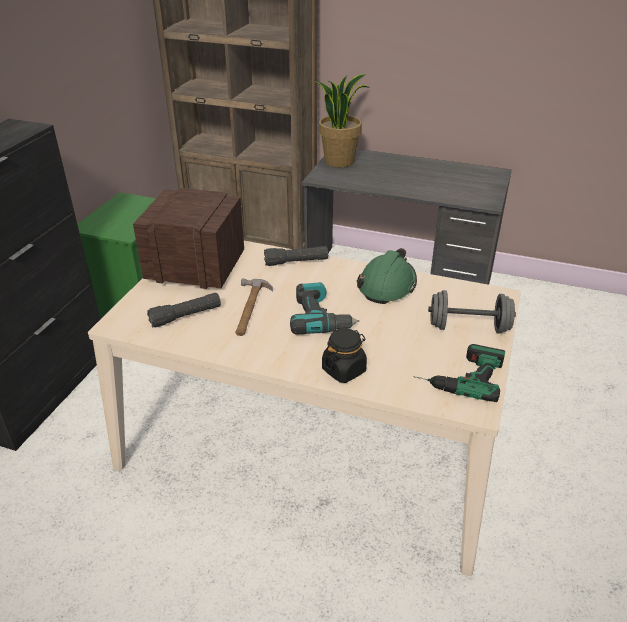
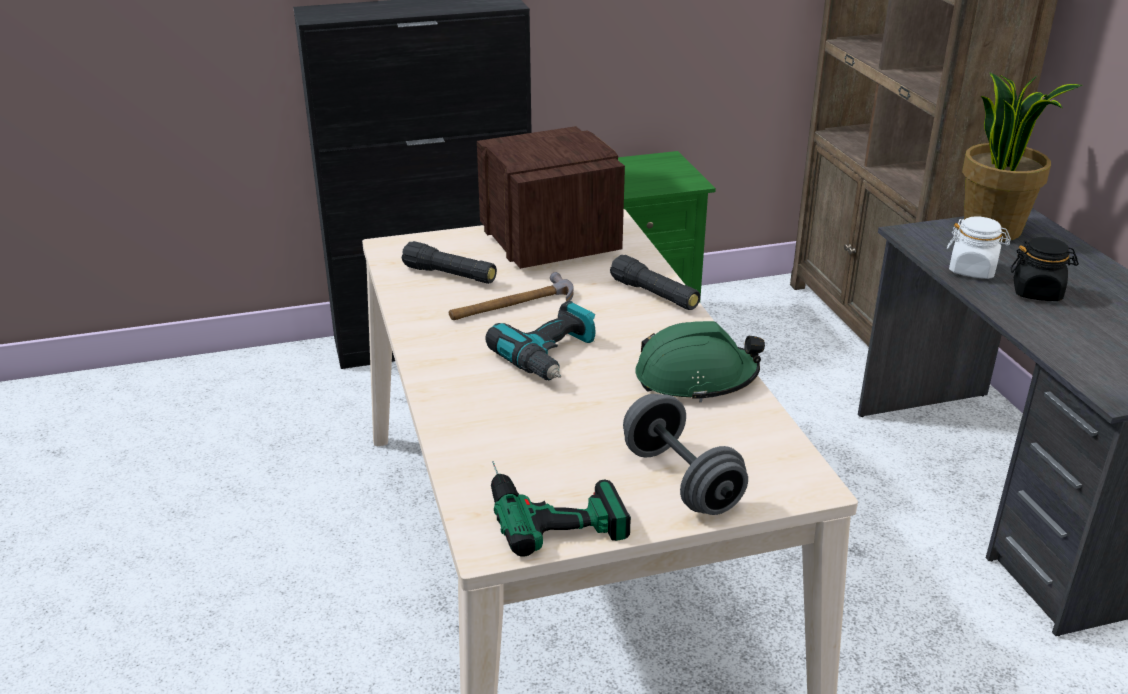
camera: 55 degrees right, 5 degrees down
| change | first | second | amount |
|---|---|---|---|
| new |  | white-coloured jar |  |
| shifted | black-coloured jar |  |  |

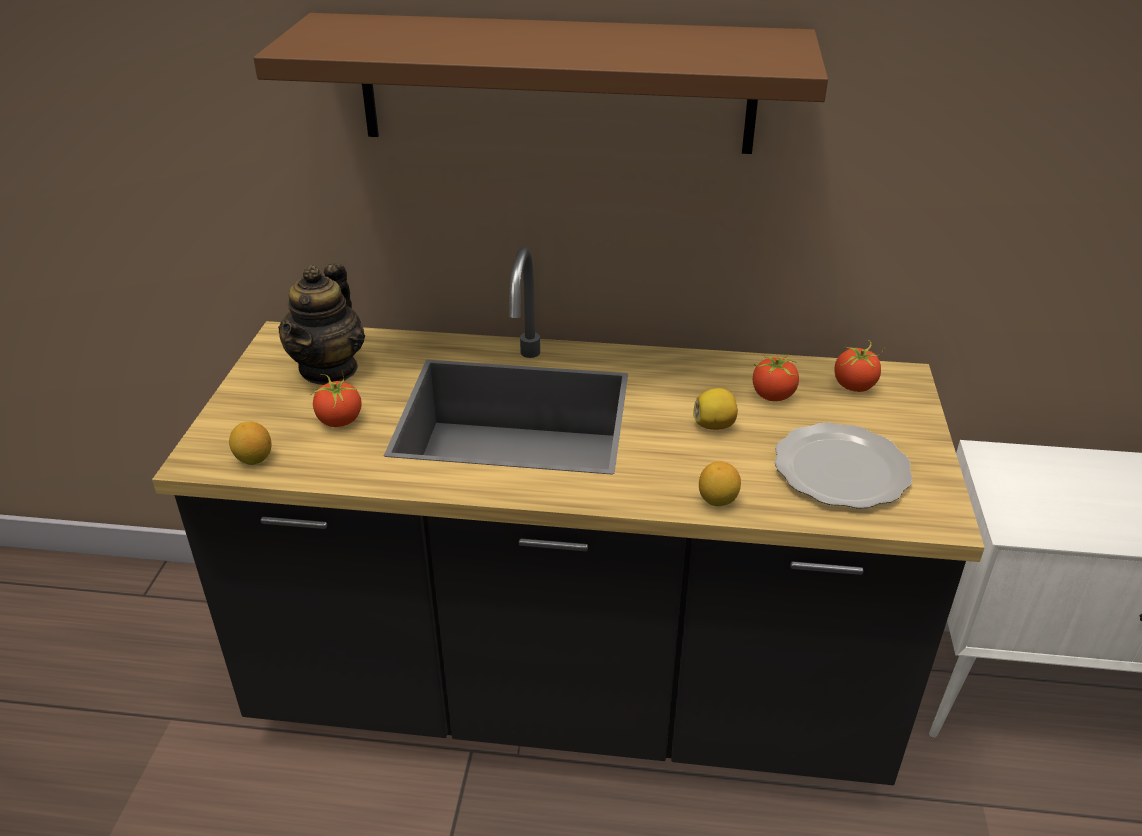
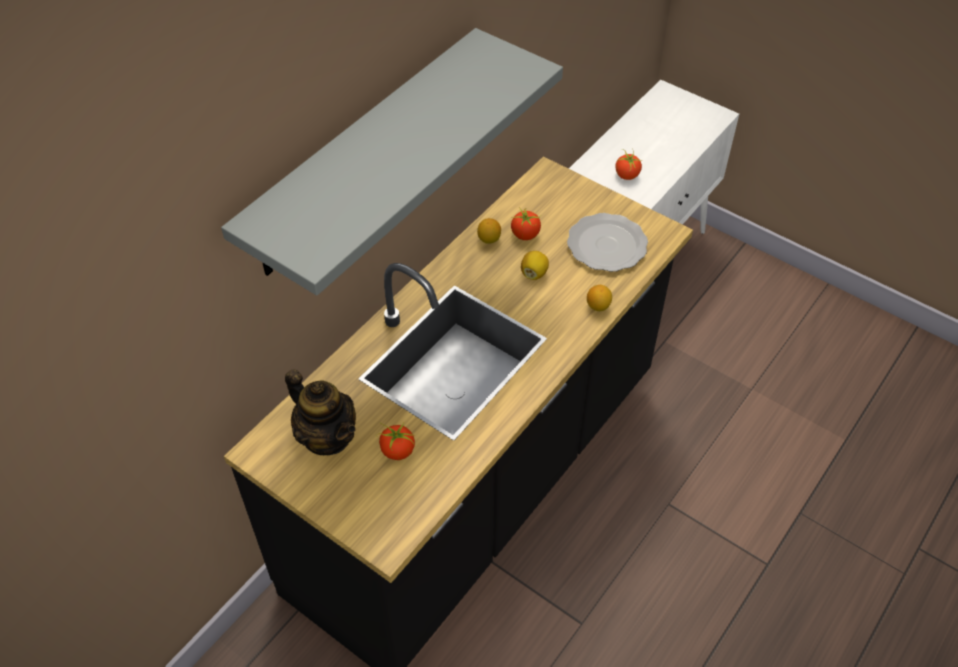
camera: 60 degrees left, 15 degrees up
| change | first | second | amount |
|---|---|---|---|
| repainted | brownish shelf | grey shelf |  |
| shifted | lemon (no. 1 from left) |  |  |
| shifted | fresh tomato (no. 3 from left) |  |  |

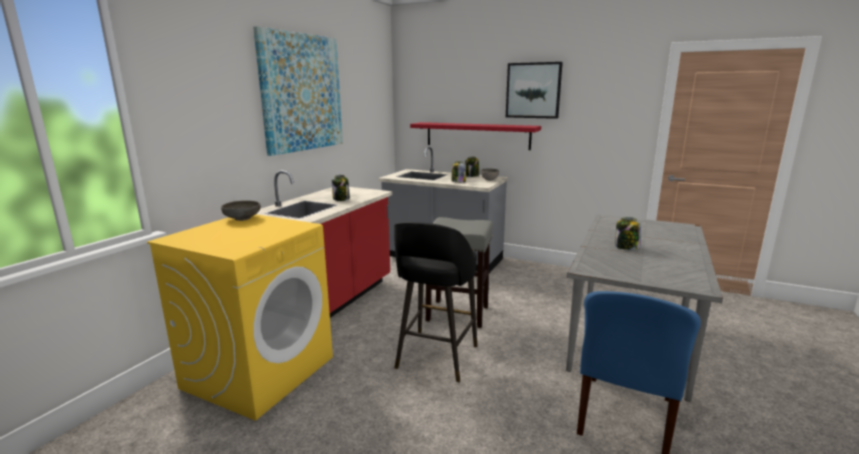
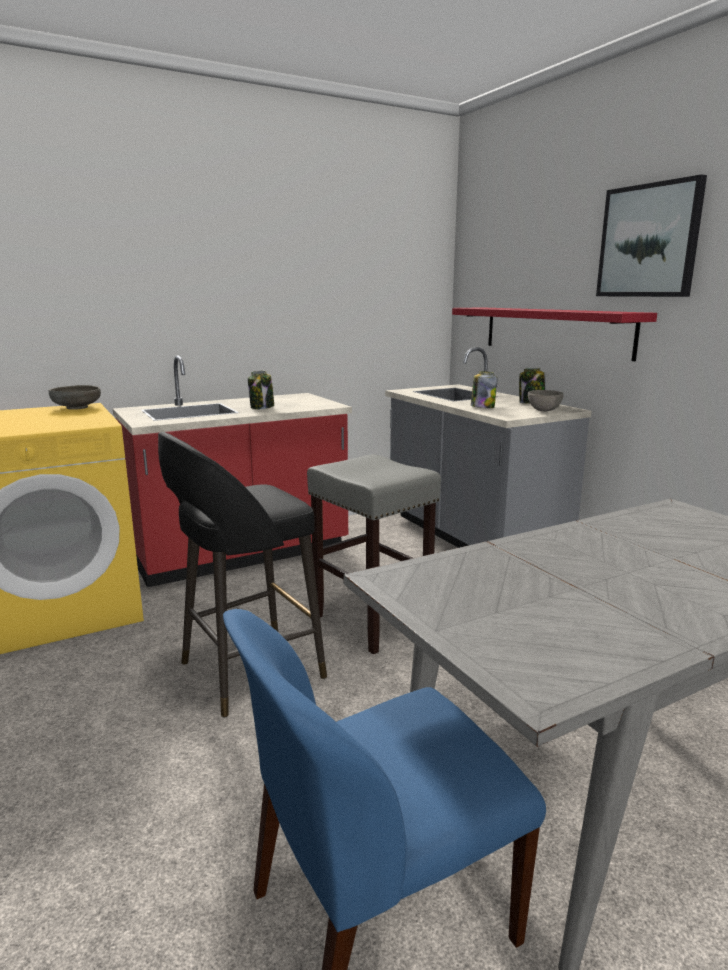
camera: 35 degrees right, 0 degrees up
| change | first | second | amount |
|---|---|---|---|
| gone | wall art (no. 1 from left) |  |  |
| gone | jar (no. 4 from left) |  |  |

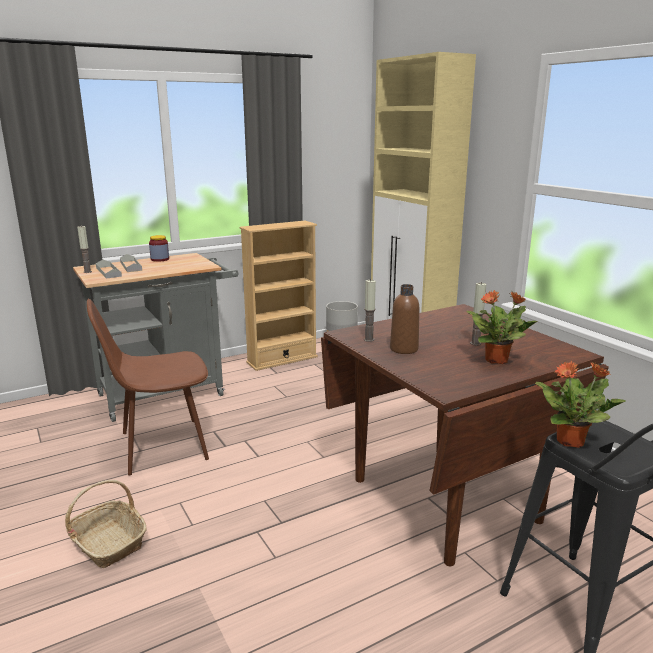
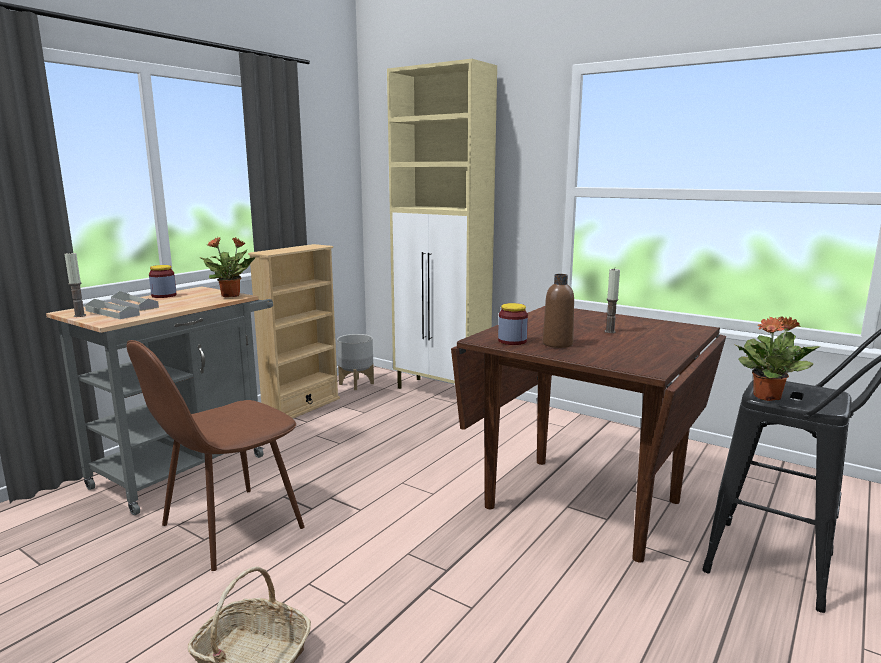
camera: 25 degrees left, 5 degrees down
| change | first | second | amount |
|---|---|---|---|
| shifted | potted plant (no. 1 from left) |  |  |
| swapped | wax candle (no. 2 from left) | jar (no. 2 from left) |  |

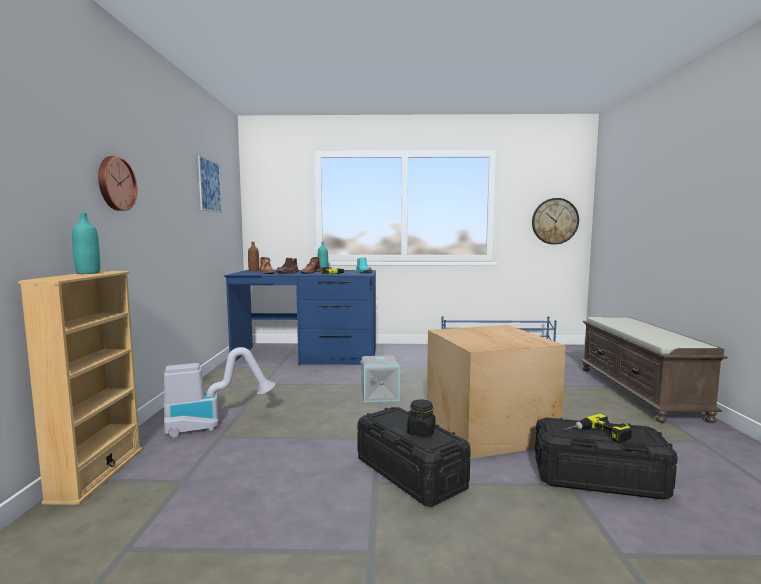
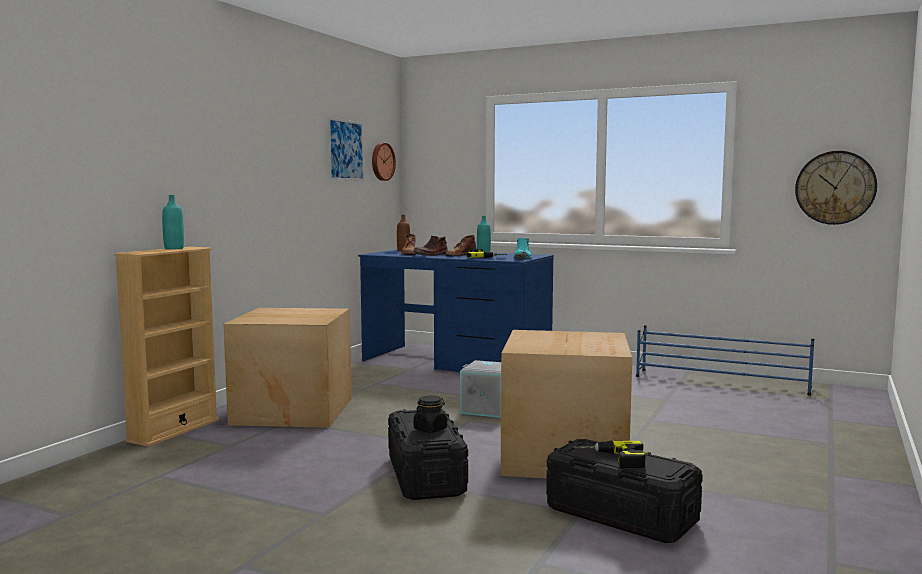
camera: 25 degrees right, 0 degrees up
| change | first | second | amount |
|---|---|---|---|
| swapped | vacuum cleaner | carton (no. 1 from left) |  |
| shifted | hanging clock (no. 1 from left) |  |  |
| gone | brownish long seat |  |  |

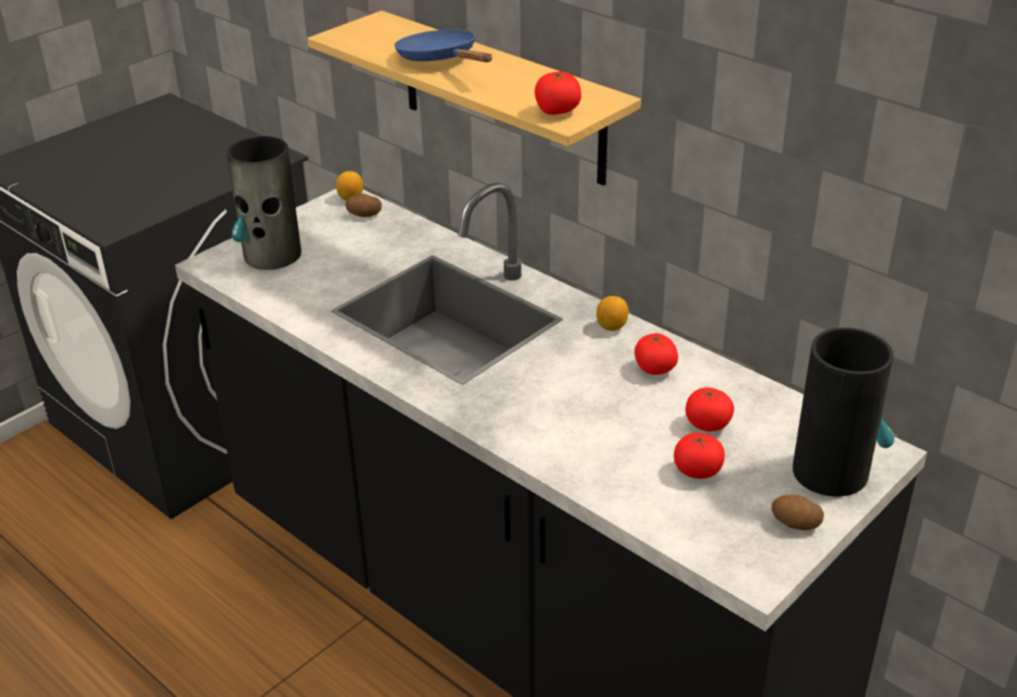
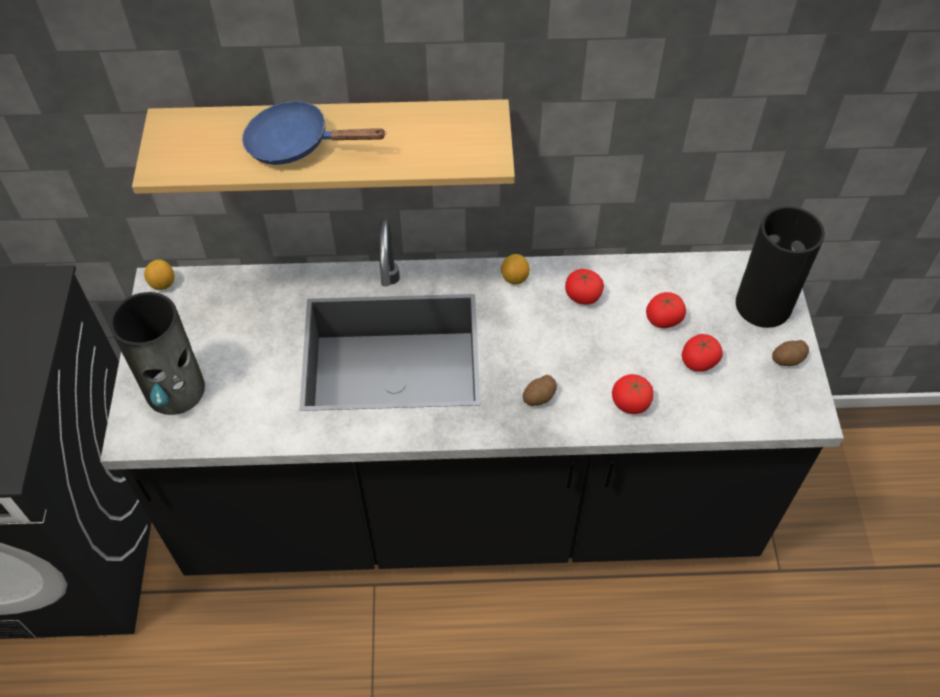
camera: 45 degrees left, 20 degrees up
| change | first | second | amount |
|---|---|---|---|
| shifted | spud (no. 1 from left) |  |  |
| shifted | fresh tomato (no. 1 from left in the first image) | fresh tomato (no. 2 from left) |  |

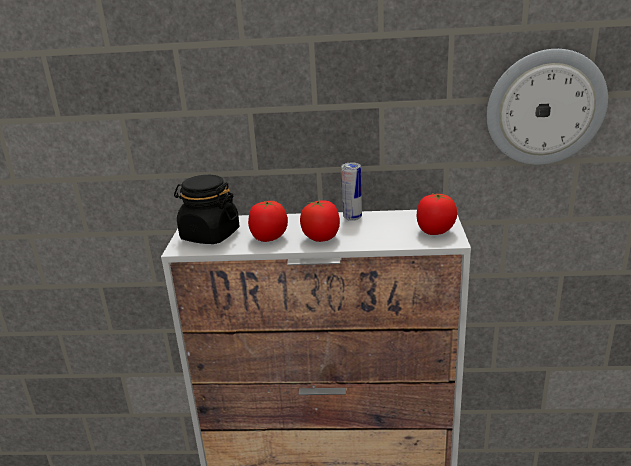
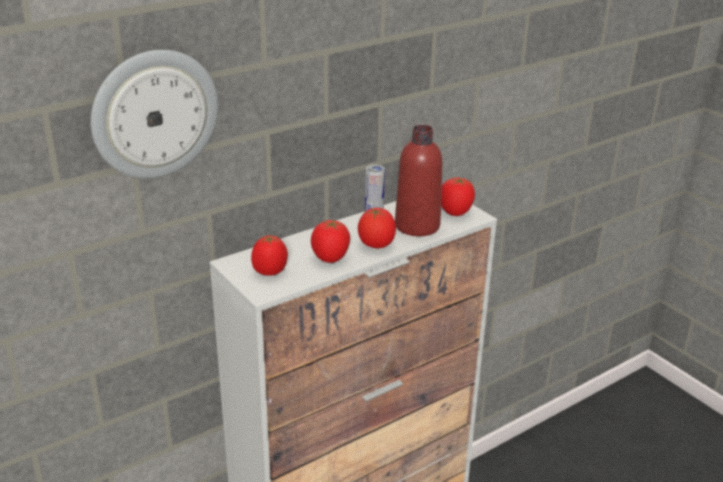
camera: 40 degrees left, 5 degrees up
| change | first | second | amount |
|---|---|---|---|
| shifted | hanging clock |  |  |
| swapped | black-coloured jar | fresh tomato (no. 1 from left) |  |
| new |  | reddish drink bottle |  |

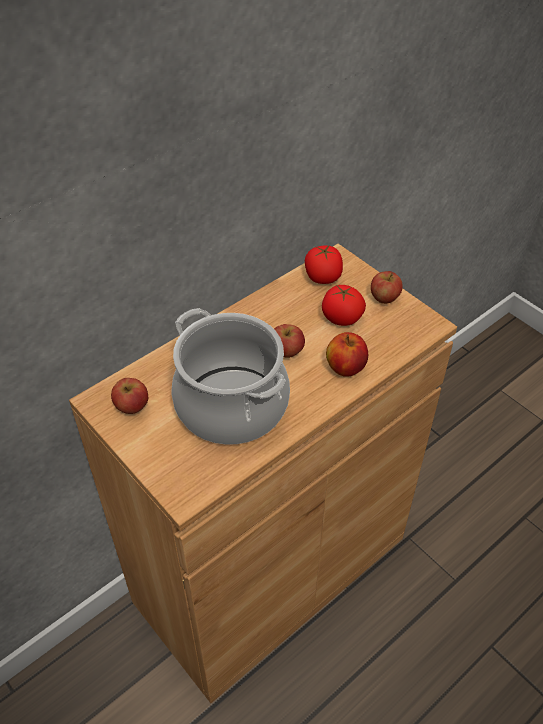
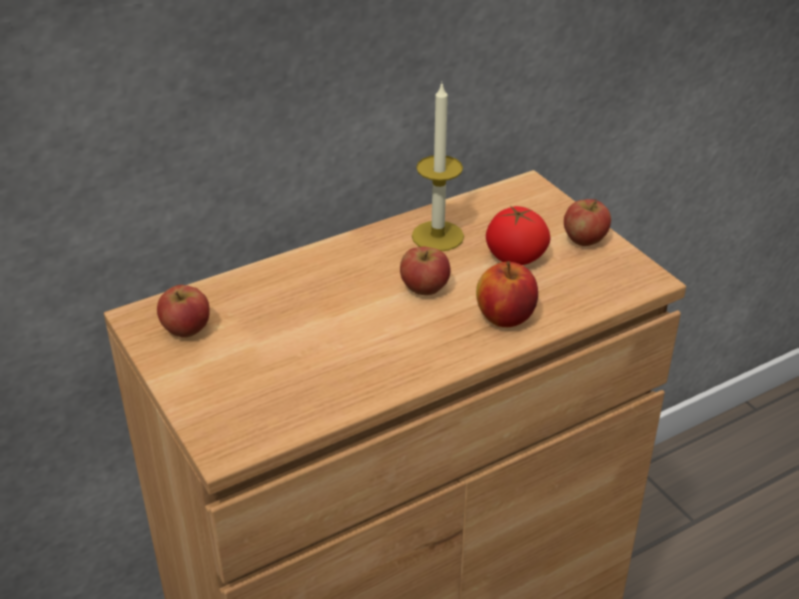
camera: 10 degrees right, 10 degrees down
| change | first | second | amount |
|---|---|---|---|
| new |  | wax candle |  |
| gone | cooking pot |  |  |
| gone | fresh tomato (no. 1 from left) |  |  |

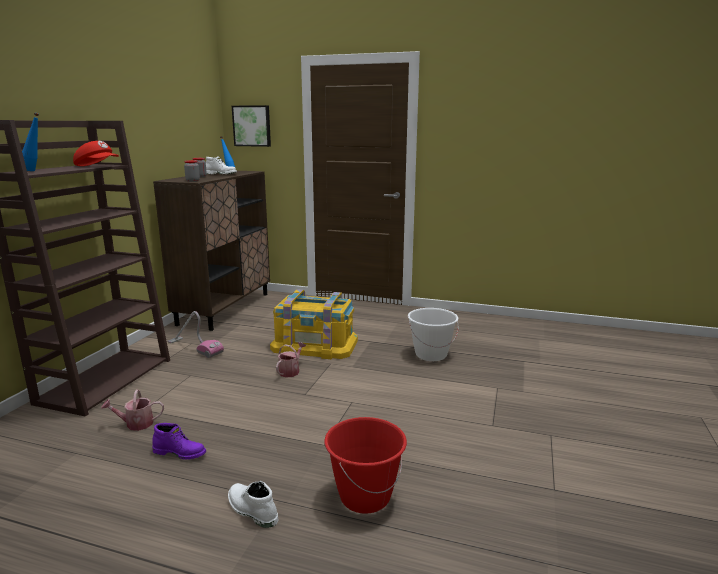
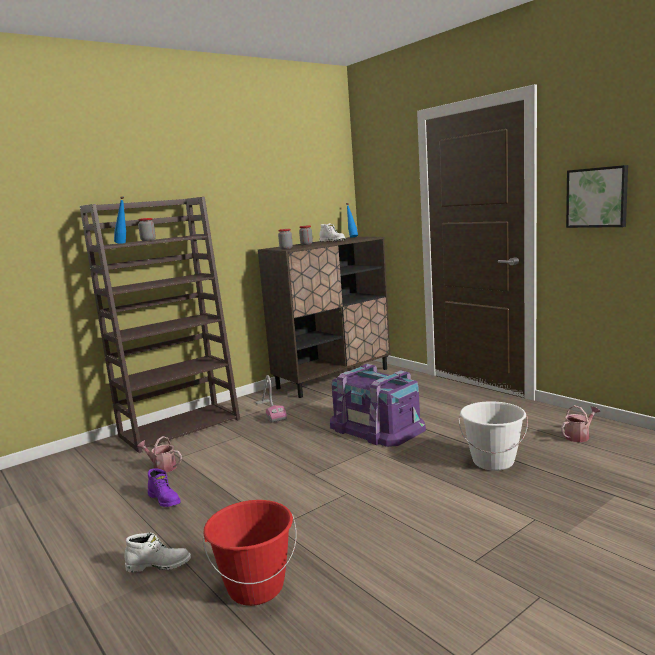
camera: 35 degrees right, 5 degrees down
| change | first | second | amount |
|---|---|---|---|
| rotated | white-coloured tall boot (no. 2 from left in the first image) | white-coloured tall boot (no. 1 from left) | 105 degrees clockwise |
| new |  | jar (no. 1 from left) |  |
| repainted | yellow-coloured storage box | purplish storage box |  |
| shifted | sprinkling can (no. 2 from left) |  |  |
| shifted | wall art |  |  |
| gone | reddish peaked cap |  |  |

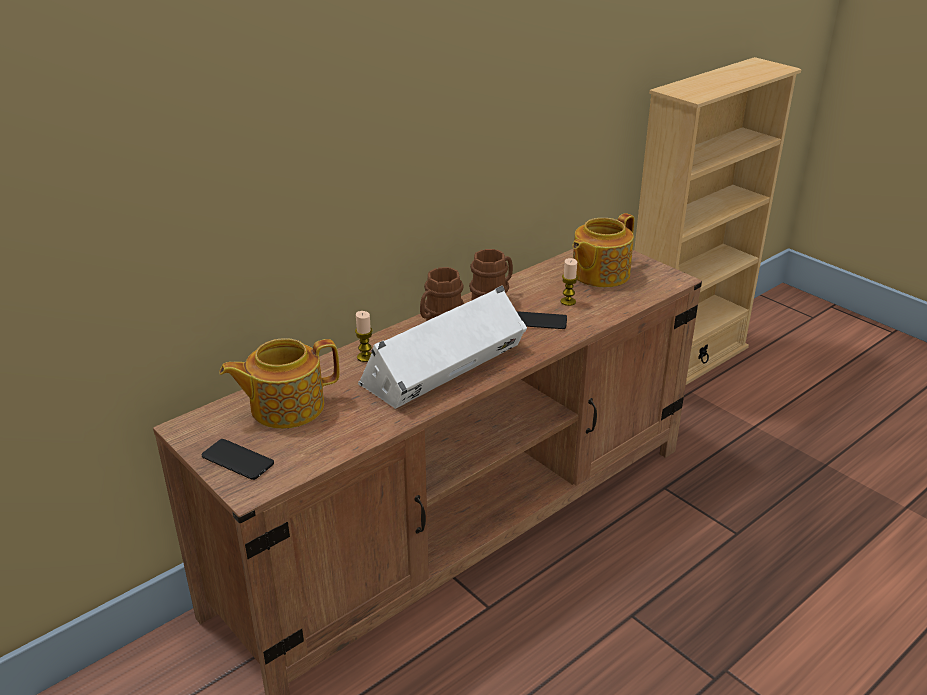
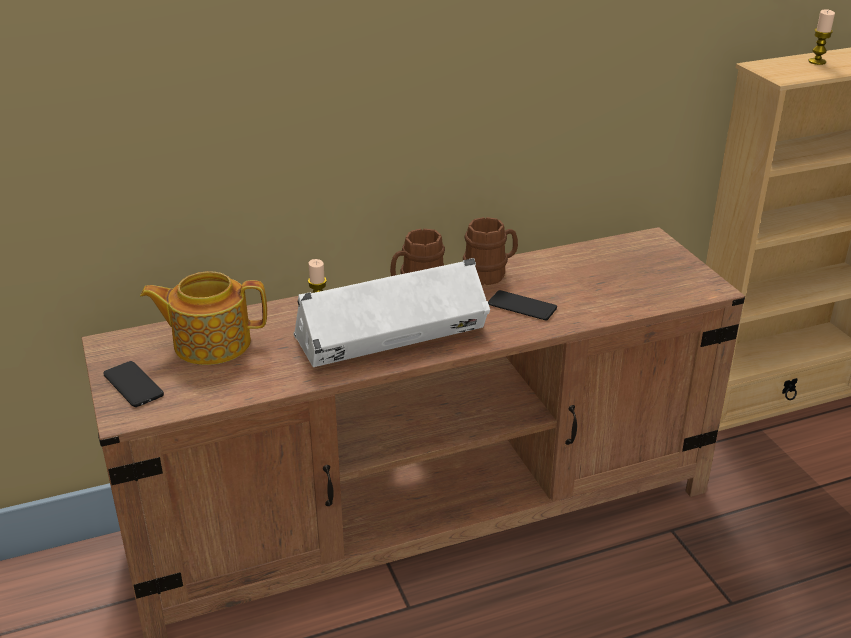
camera: 20 degrees right, 0 degrees up
| change | first | second | amount |
|---|---|---|---|
| shifted | wax candle (no. 2 from left) |  |  |
| gone | tea pot (no. 2 from left) |  |  |

